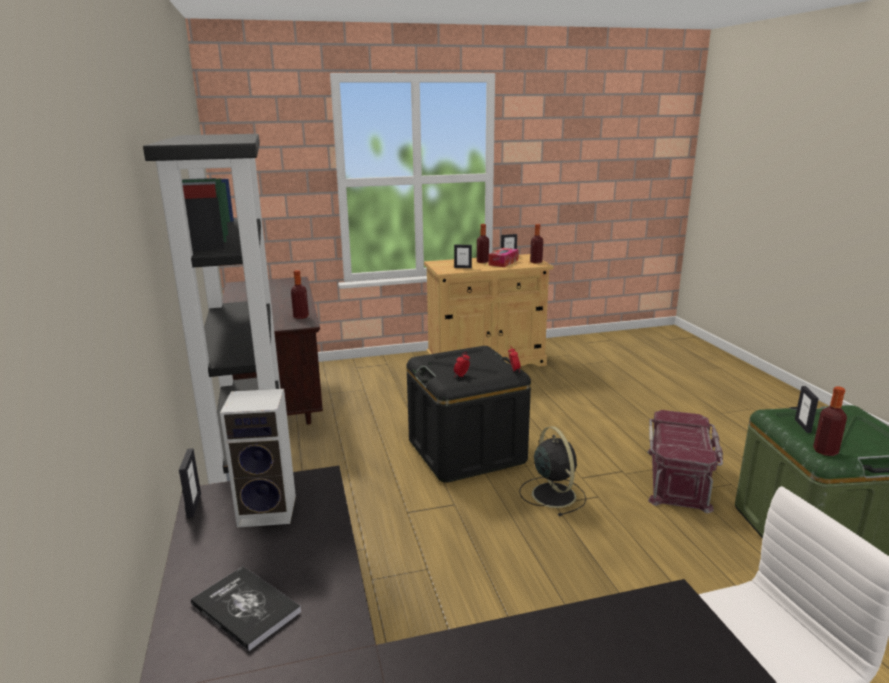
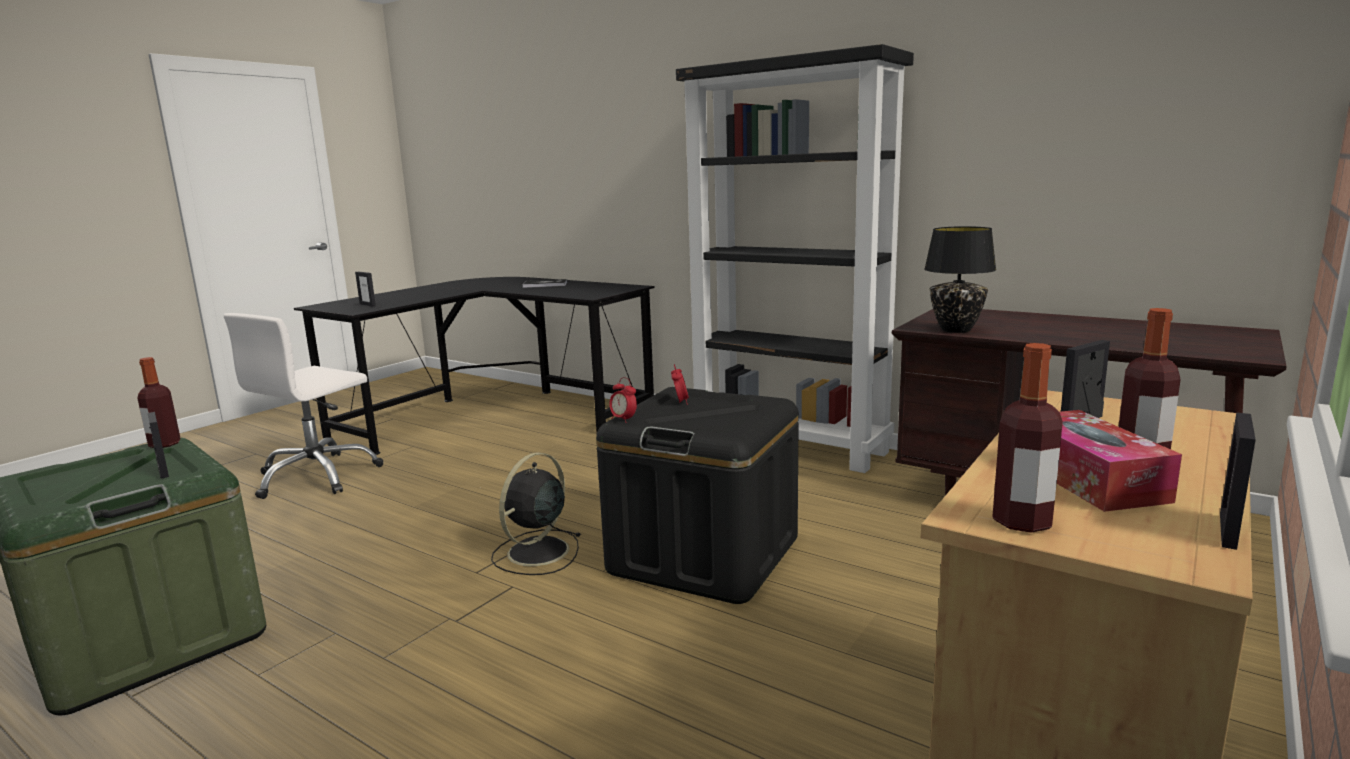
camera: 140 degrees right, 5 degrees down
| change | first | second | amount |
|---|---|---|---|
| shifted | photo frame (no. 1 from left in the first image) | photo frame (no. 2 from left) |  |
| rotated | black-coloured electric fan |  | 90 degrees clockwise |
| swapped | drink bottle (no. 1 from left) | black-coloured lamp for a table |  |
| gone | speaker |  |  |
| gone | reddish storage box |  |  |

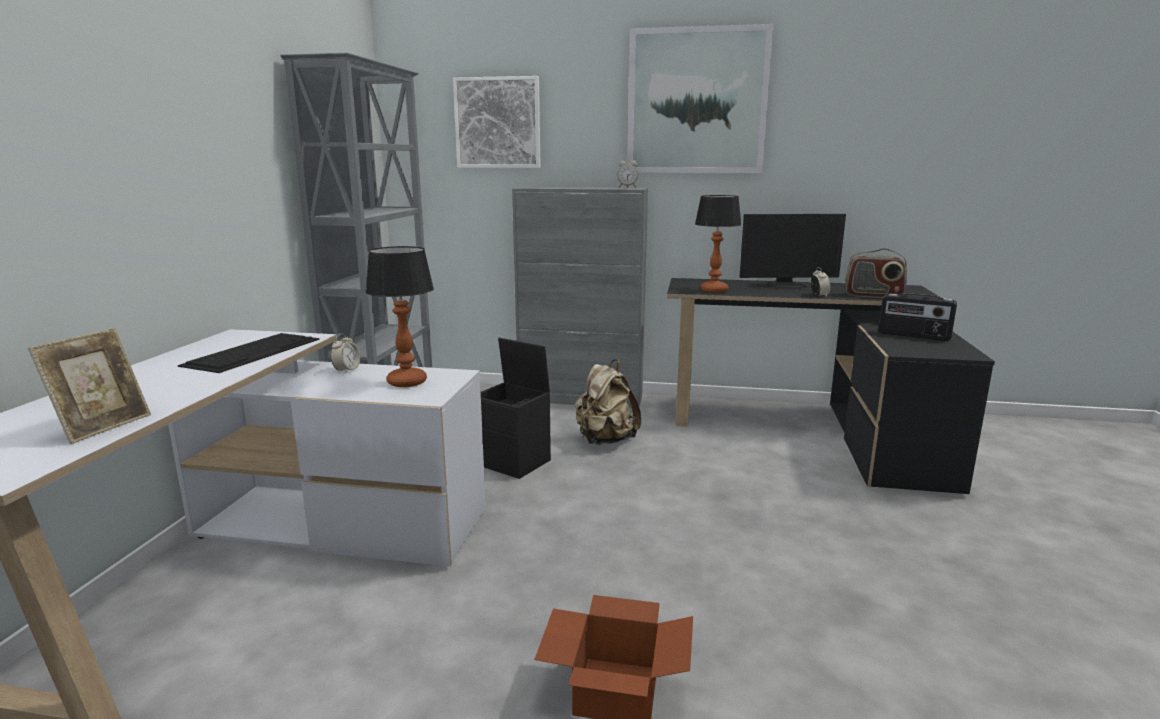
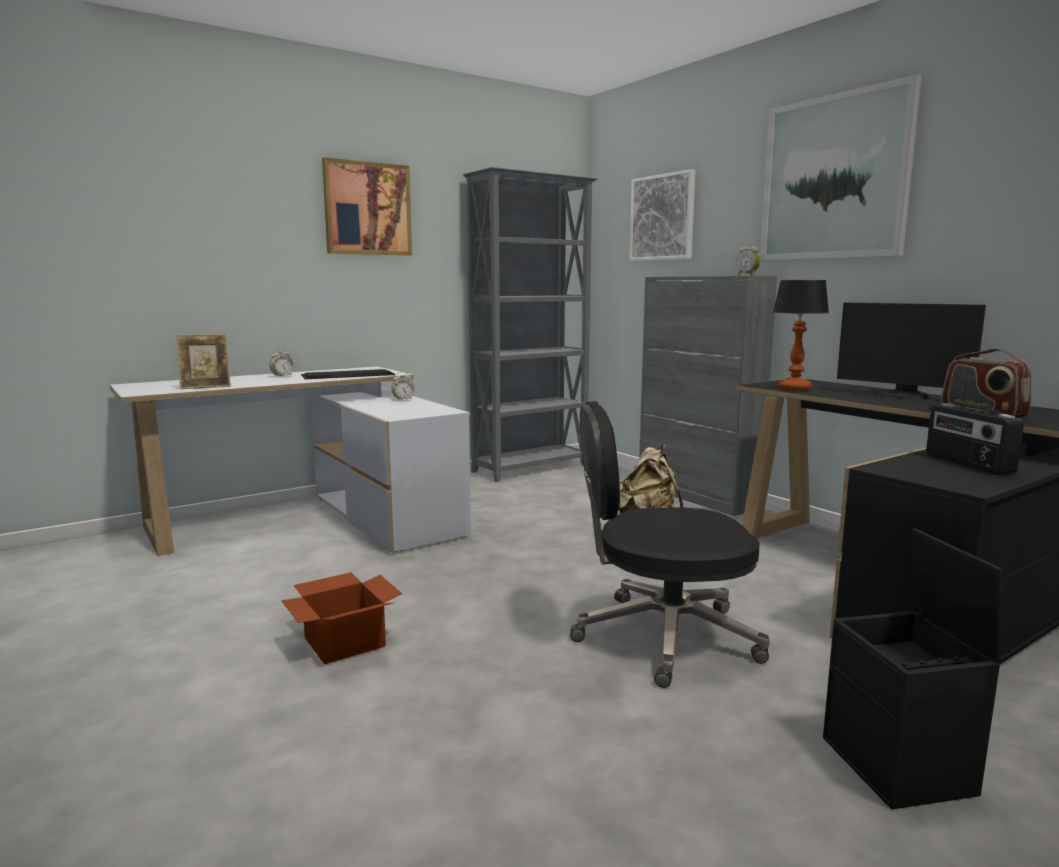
camera: 45 degrees right, 5 degrees down
| change | first | second | amount |
|---|---|---|---|
| shifted | table clock (no. 3 from left in the first image) | table clock (no. 1 from left) |  |
| new |  | wall art (no. 1 from left) |  |
| new |  | black-coloured office chair |  |
| shifted | black-coloured storage box |  |  |
| gone | lamp for a table (no. 1 from left) |  |  |

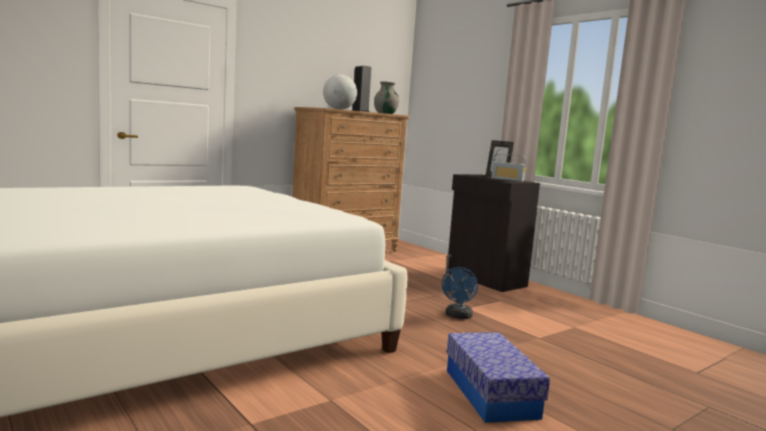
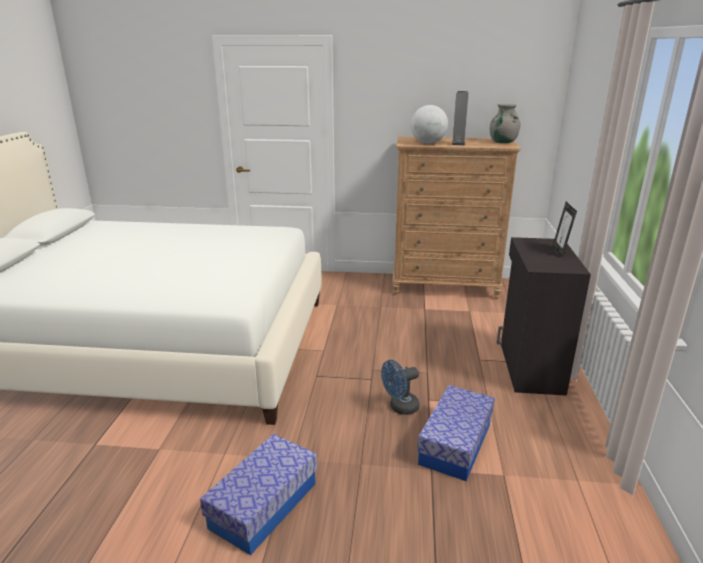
camera: 45 degrees right, 15 degrees up
| change | first | second | amount |
|---|---|---|---|
| new |  | storage box (no. 2 from left) |  |
| gone | radio receiver |  |  |

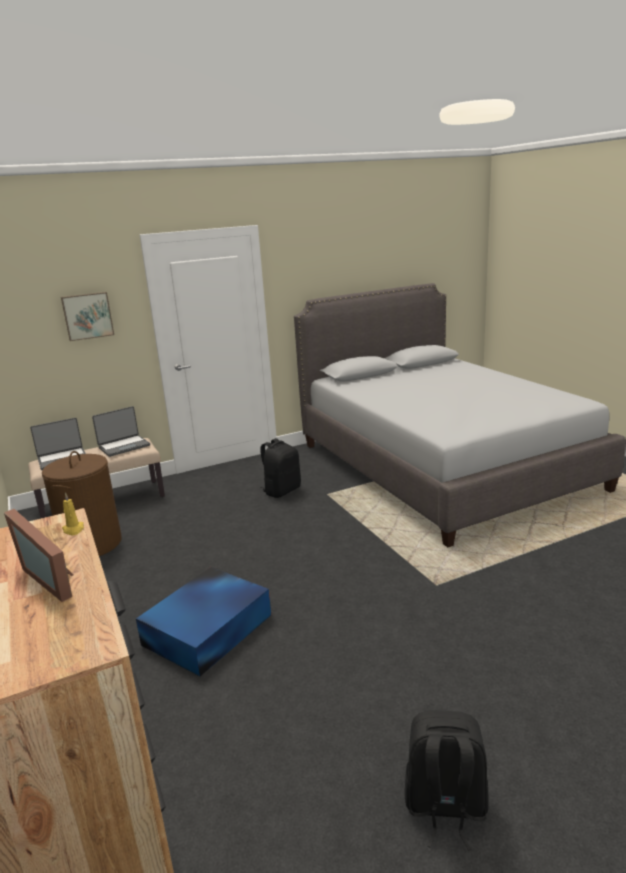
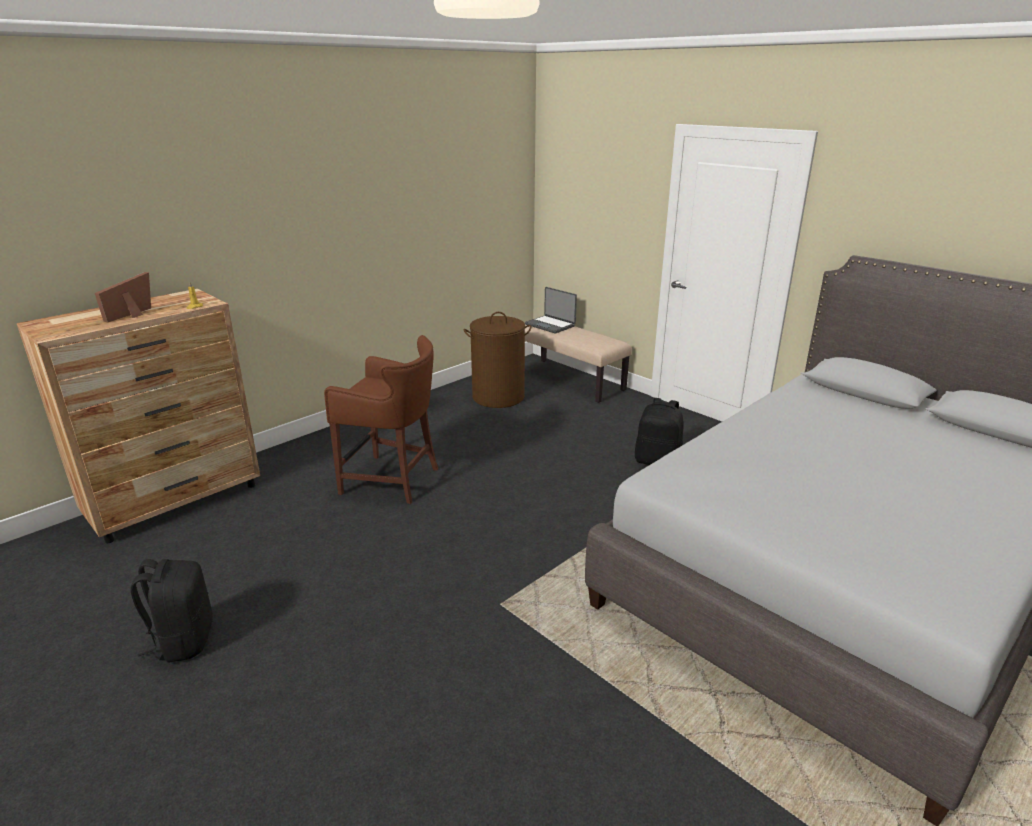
camera: 70 degrees right, 5 degrees up
| change | first | second | amount |
|---|---|---|---|
| swapped | blue storage box | brownish sitting stool |  |
| gone | wall art |  |  |
| gone | notebook computer (no. 2 from left) |  |  |

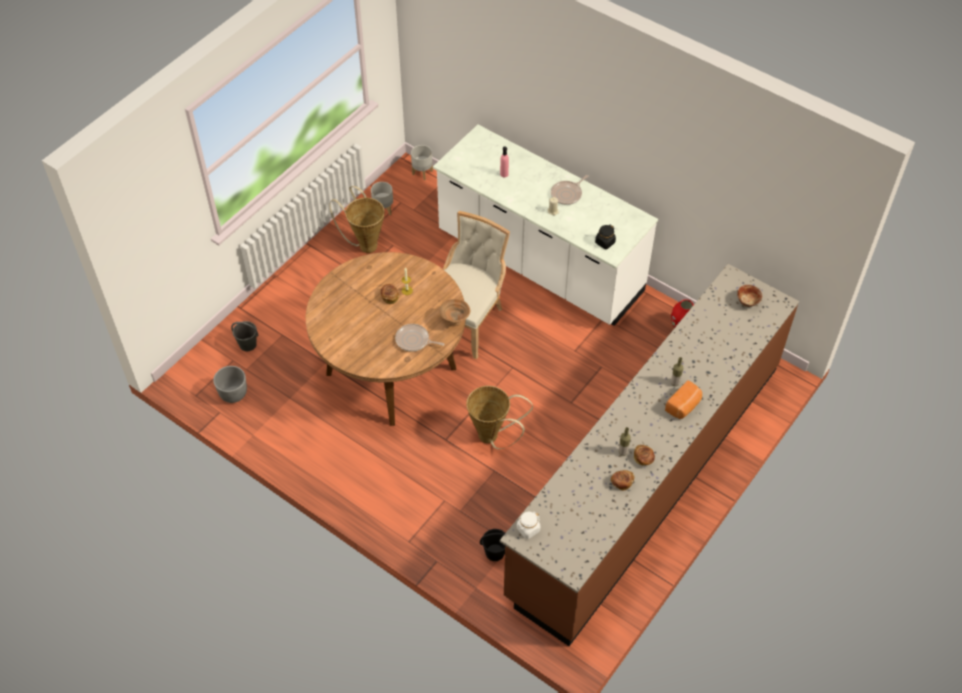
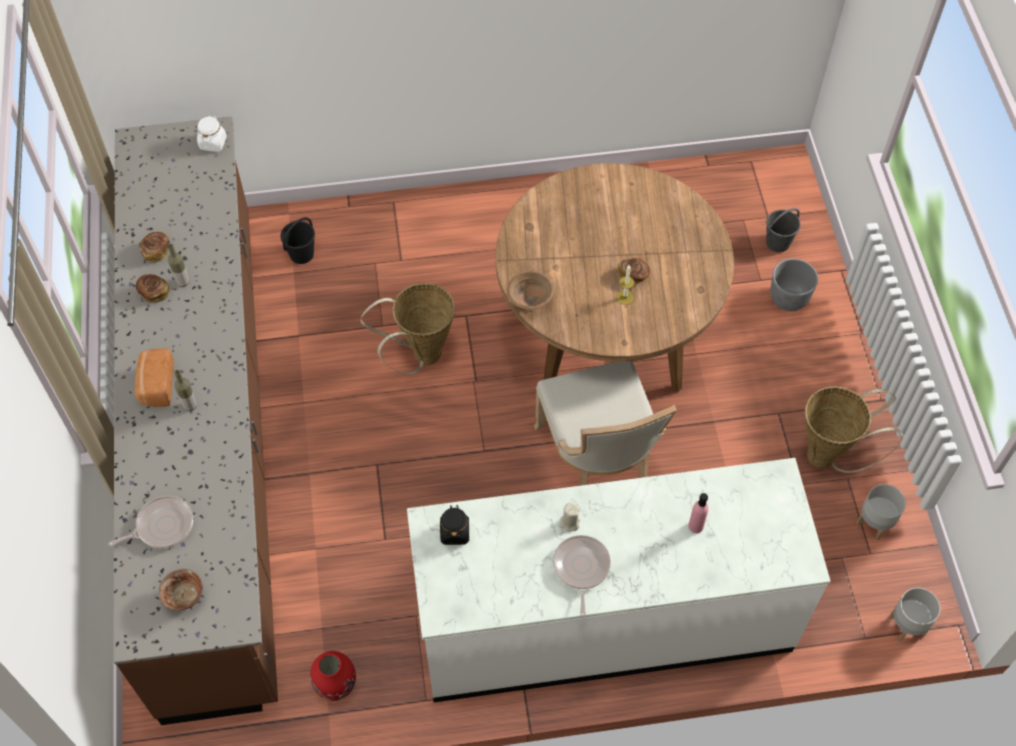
camera: 135 degrees right, 5 degrees up
| change | first | second | amount |
|---|---|---|---|
| shifted | pan (no. 1 from left) |  |  |
| shifted | grey plant pot (no. 1 from left) |  |  |

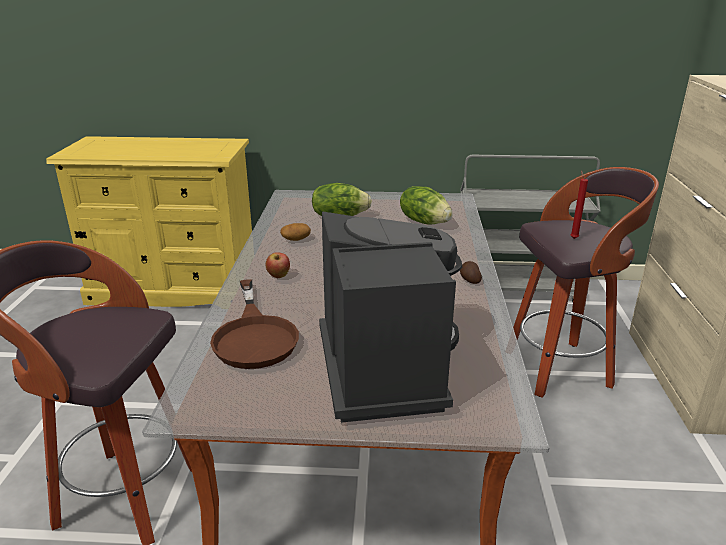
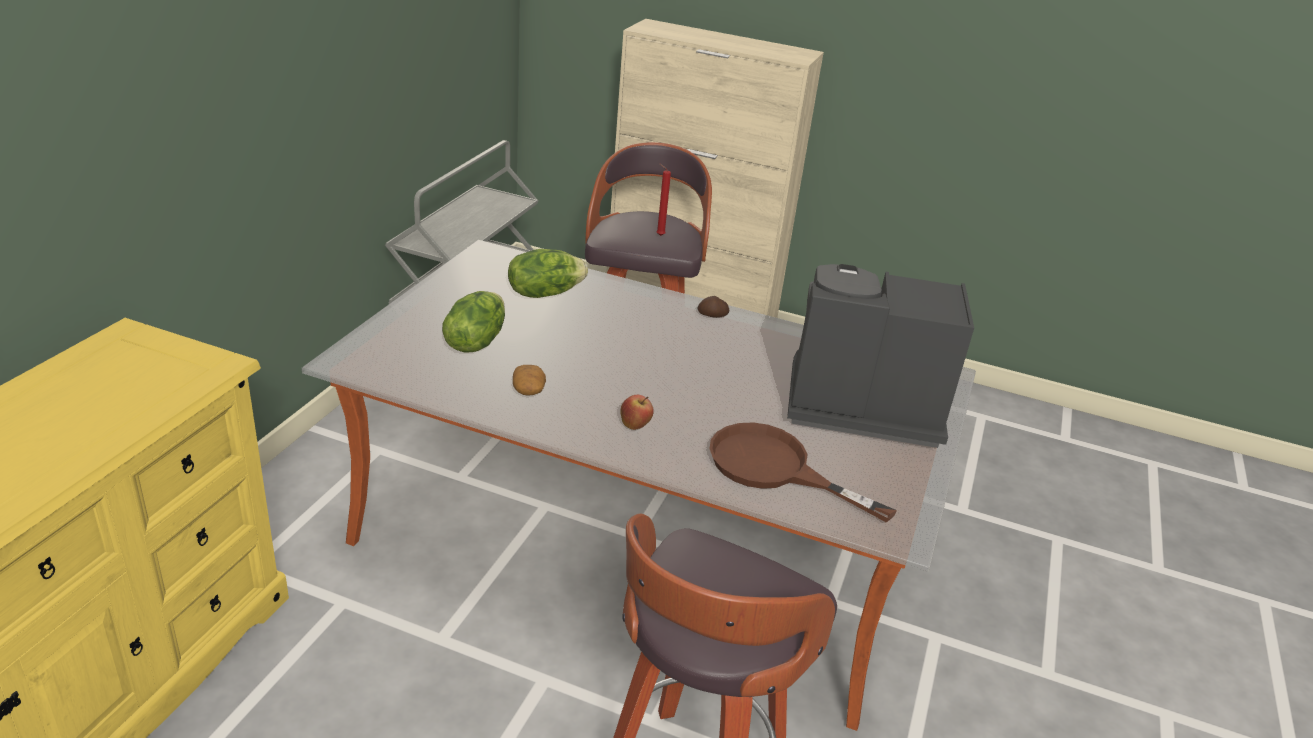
camera: 75 degrees left, 5 degrees up
| change | first | second | amount |
|---|---|---|---|
| rotated | brownish pan |  | 150 degrees counterclockwise |

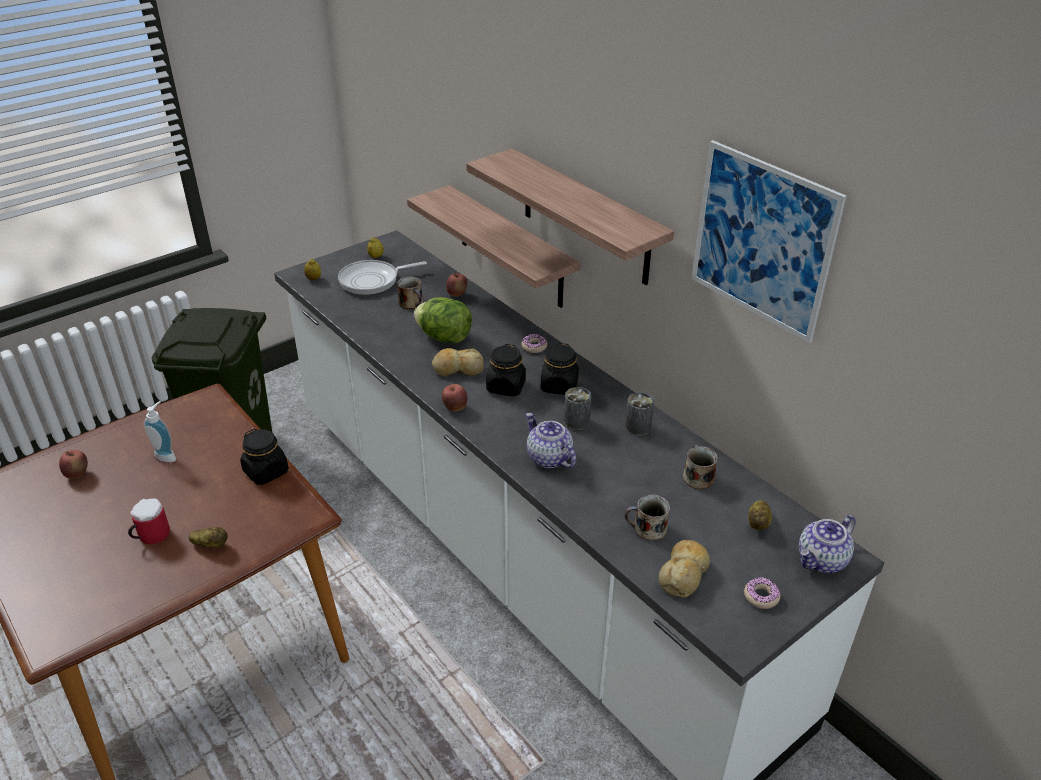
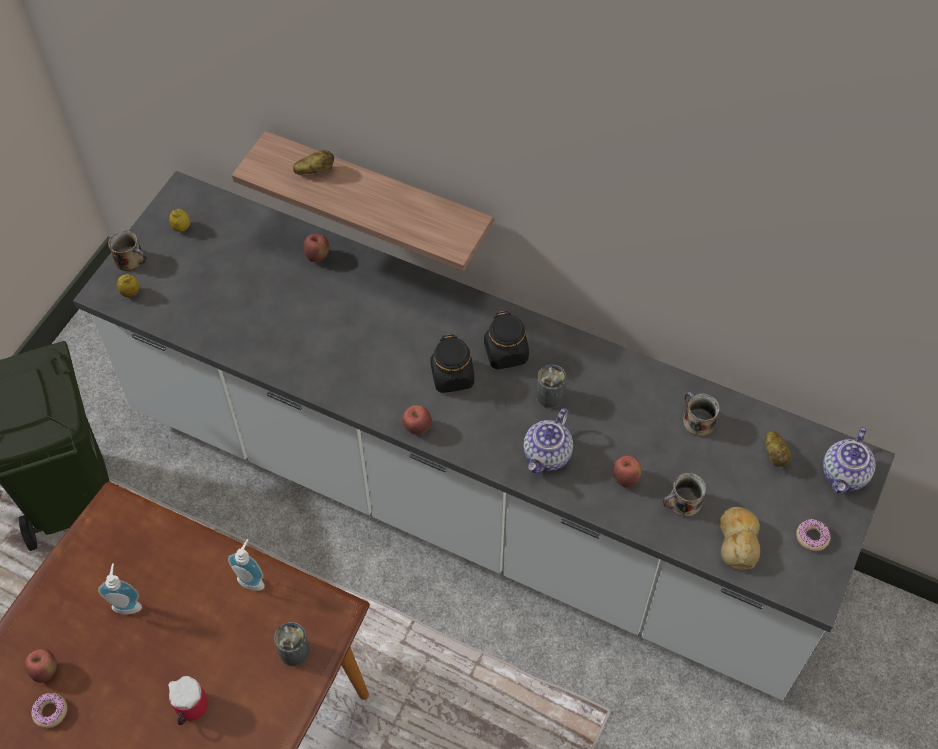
camera: 25 degrees left, 20 degrees up
| change | first | second | amount |
|---|---|---|---|
| shifted | ring doughnut (no. 1 from left) |  |  |
| shifted | mug (no. 2 from left in the first image) | mug (no. 1 from left) |  |
| swapped | black-coloured jar (no. 1 from left) | soap bottle (no. 2 from left) |  |
| shifted | can (no. 2 from left in the first image) | can (no. 1 from left) |  |
| shifted | spud (no. 1 from left) |  |  |
| rotated | tea pot (no. 1 from left) |  | 90 degrees counterclockwise |
| new |  | apple (no. 4 from left) |  |
| gone | pan |  |  |
| gone | lettuce |  |  |
| gone | bakery bread (no. 1 from left) |  |  |
| gone | shelf (no. 2 from left) |  |  |
| gone | wall art |  |  |

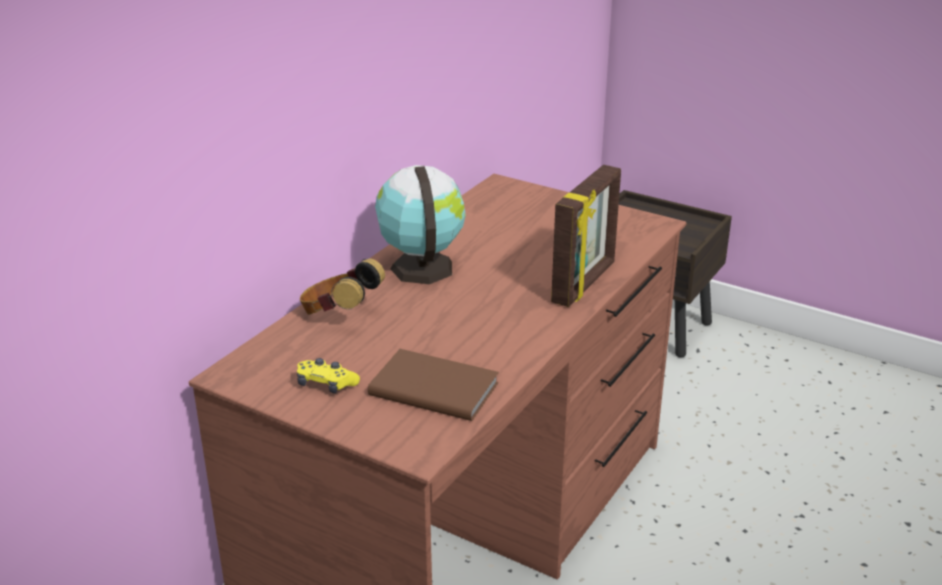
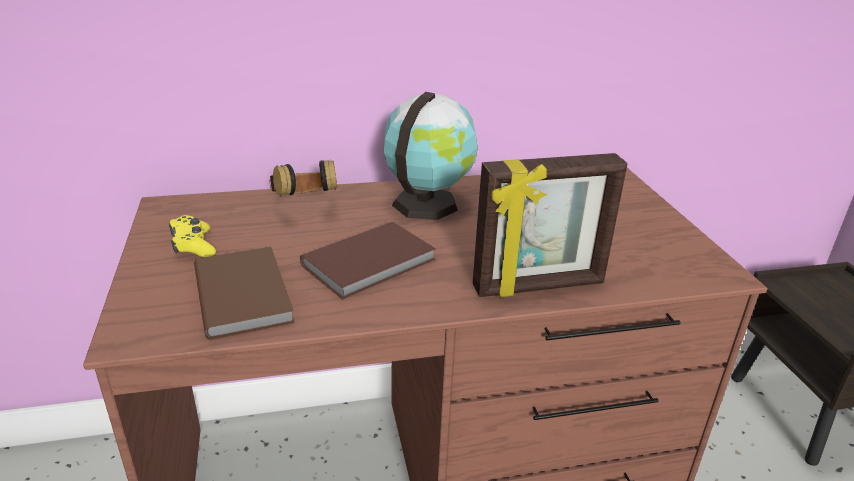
camera: 45 degrees right, 0 degrees up
| change | first | second | amount |
|---|---|---|---|
| new |  | brownish bound book (no. 2 from left) |  |

